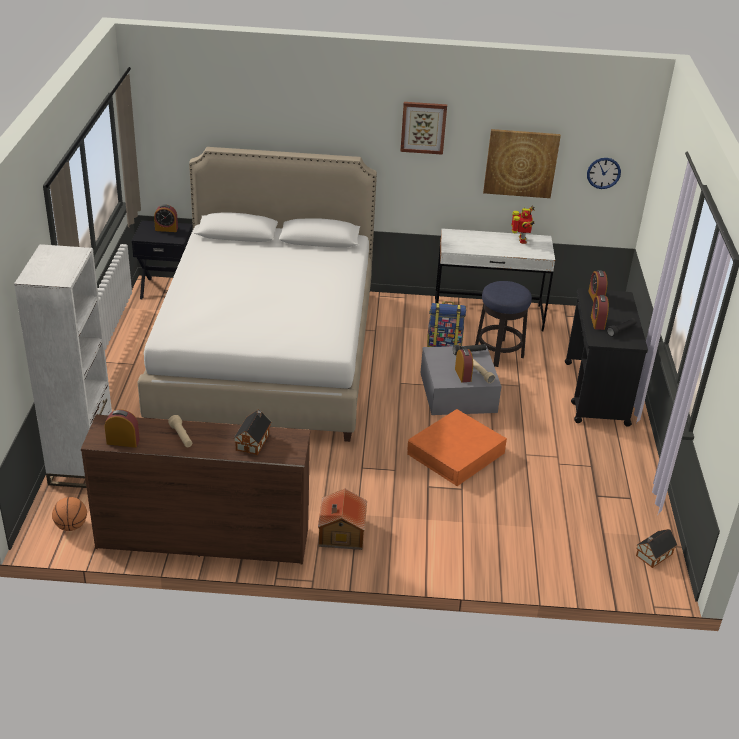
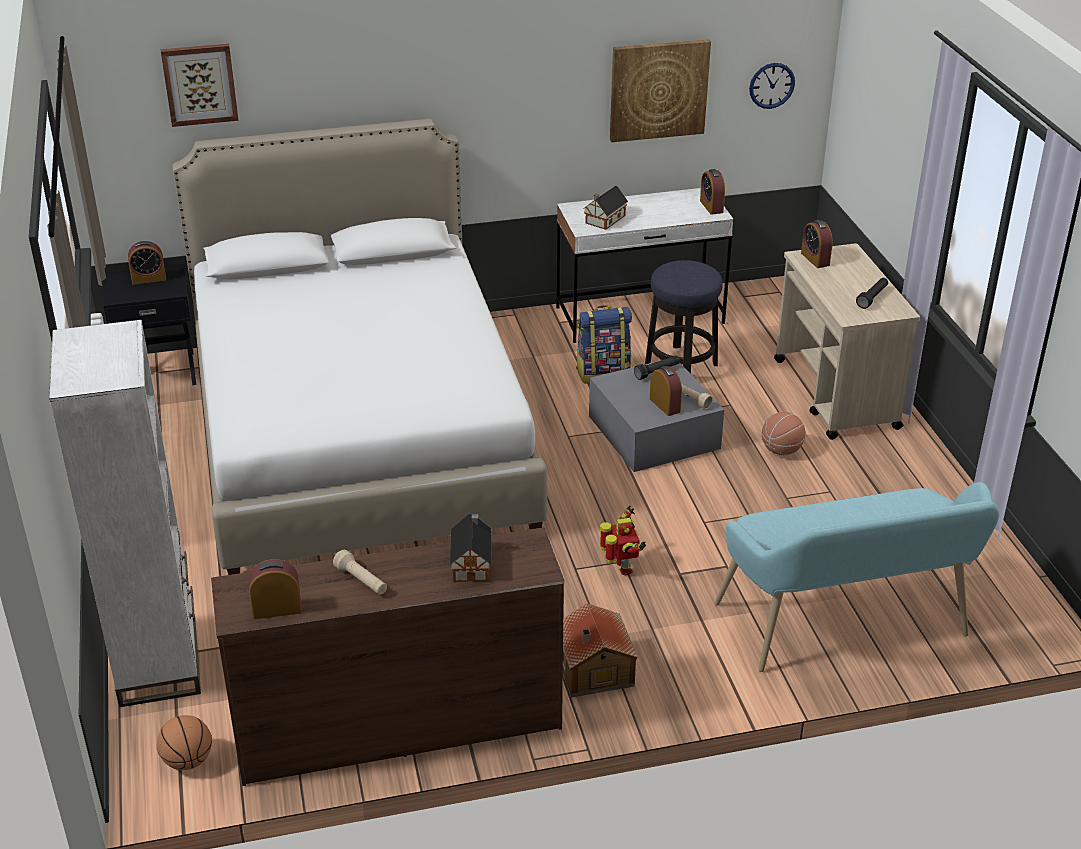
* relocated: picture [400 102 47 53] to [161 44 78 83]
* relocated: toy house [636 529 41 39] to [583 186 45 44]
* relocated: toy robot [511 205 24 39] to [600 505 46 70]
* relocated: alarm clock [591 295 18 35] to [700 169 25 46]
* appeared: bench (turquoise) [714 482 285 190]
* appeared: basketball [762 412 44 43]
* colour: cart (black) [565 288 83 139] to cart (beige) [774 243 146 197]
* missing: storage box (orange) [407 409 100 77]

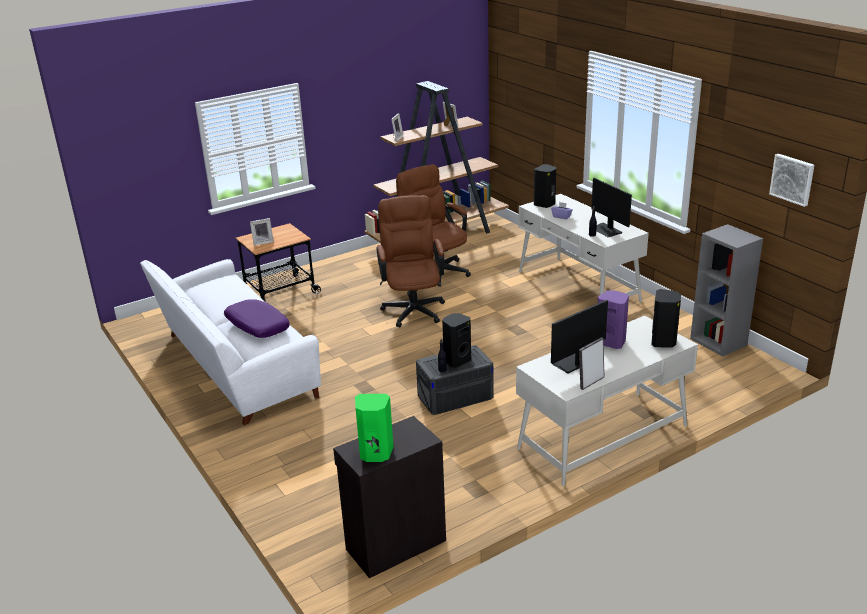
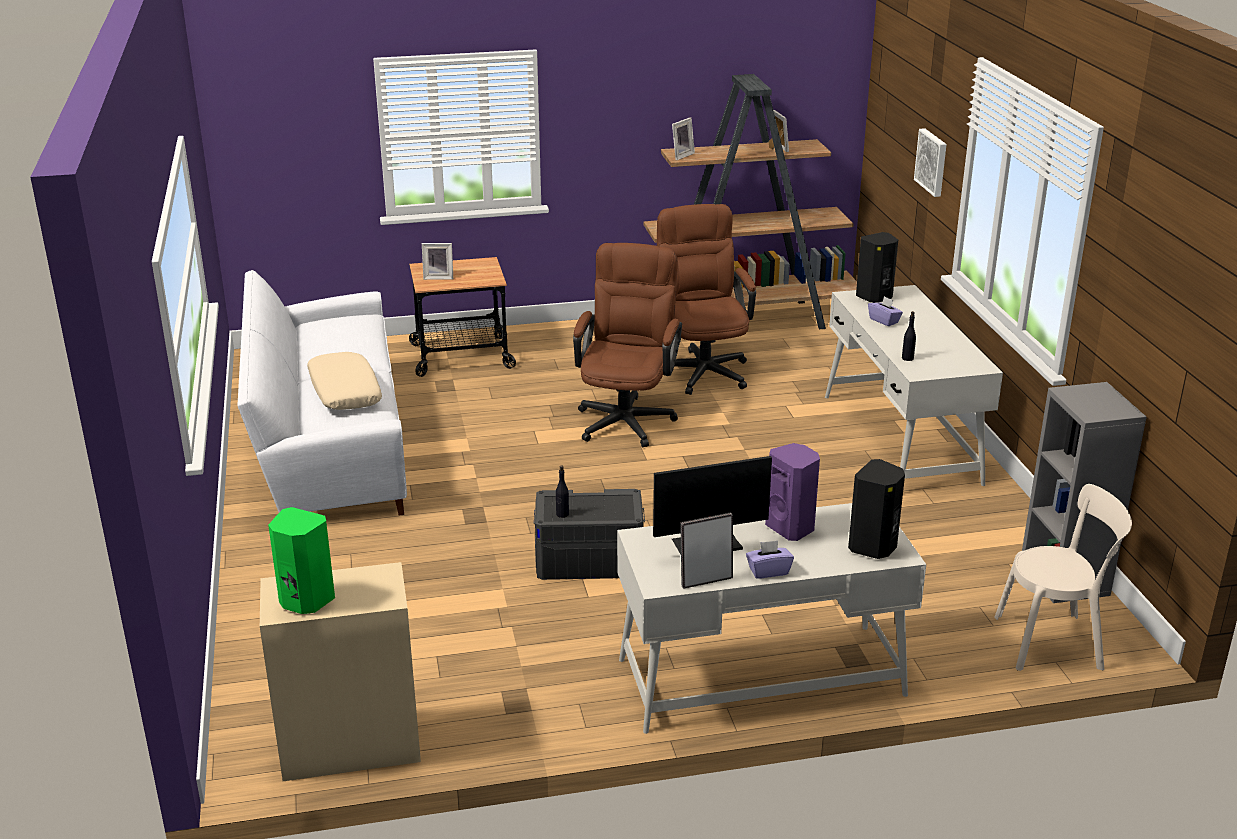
* colour: cabinet (black) [333 416 113 162] to cabinet (beige) [260 562 161 219]
* colour: pillow (purple) [224 299 66 39] to pillow (beige) [307 352 75 58]
* appeared: tissue box (purple) [746 540 48 39]
* relocated: picture [769 154 45 53] to [914 128 33 69]
* appeared: chair (beige) [994 484 138 187]
* missing: speaker (black) [442 313 29 55]
* missing: monitor [591 178 41 59]

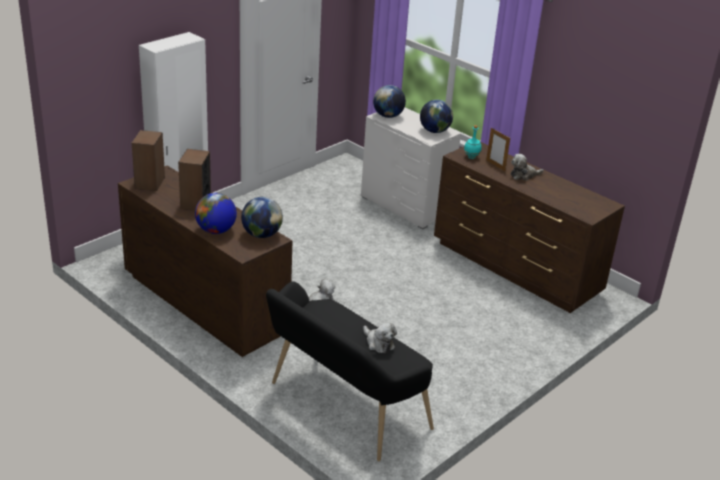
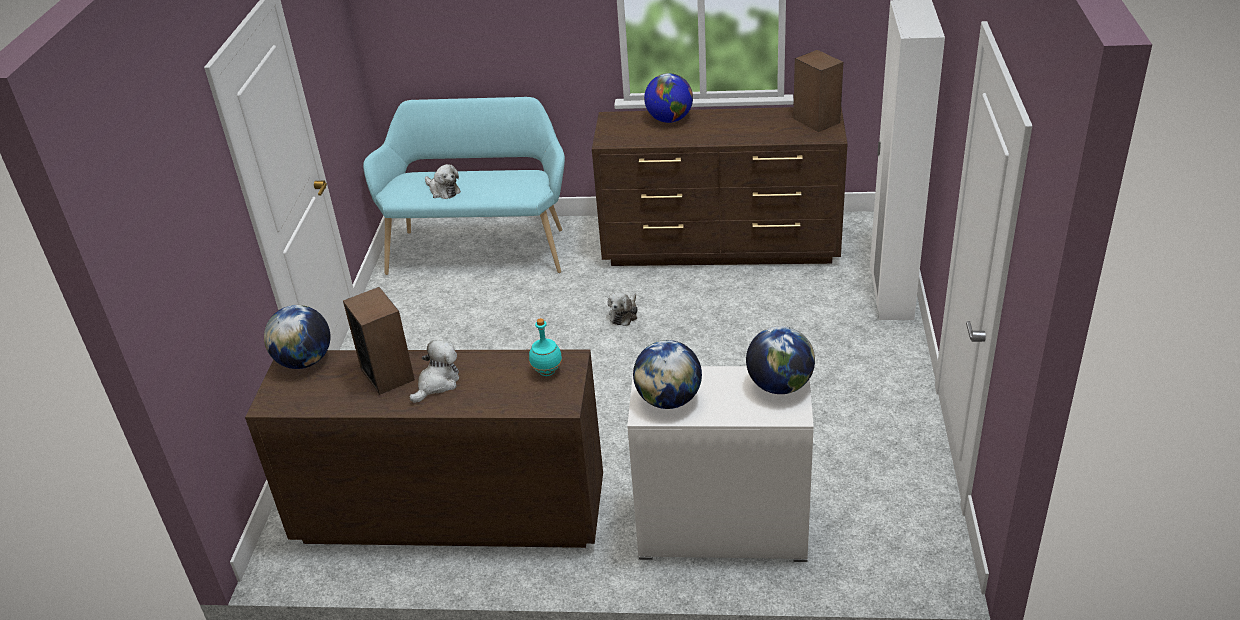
* relocated: globe [241 197 42 41] to [264 305 66 64]
* relocated: speaker [178 149 33 62] to [343 287 72 108]
* colour: bench (black) [266 282 168 179] to bench (turquoise) [363 97 202 178]
* spun: plush toy [363 322 34 31] = [425 164 36 35] 150 degrees counterclockwise
* missing: picture frame [486 128 24 43]

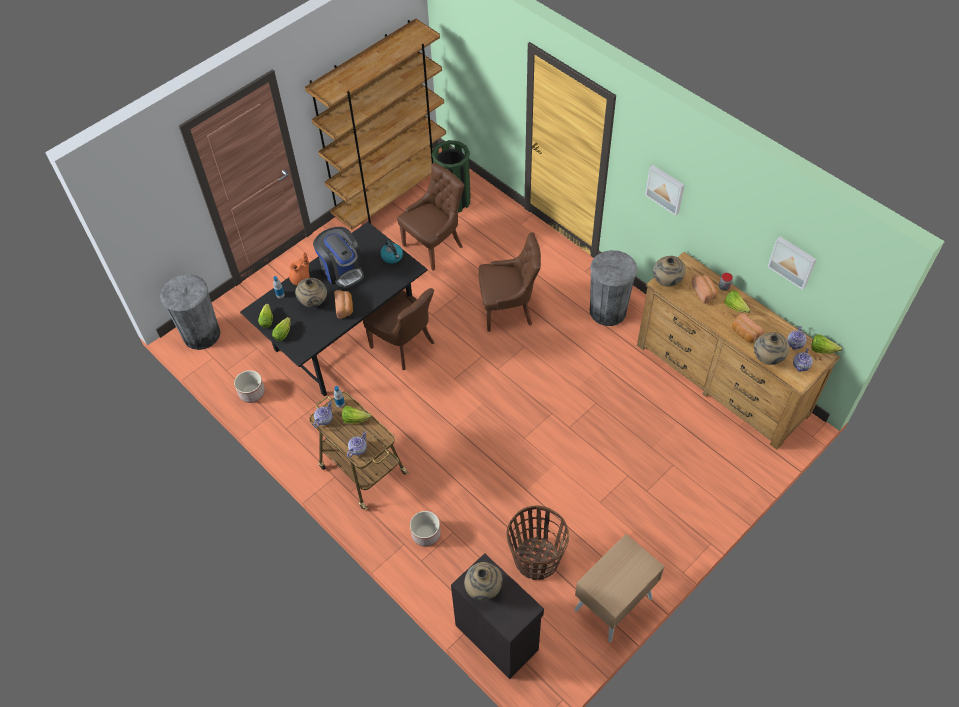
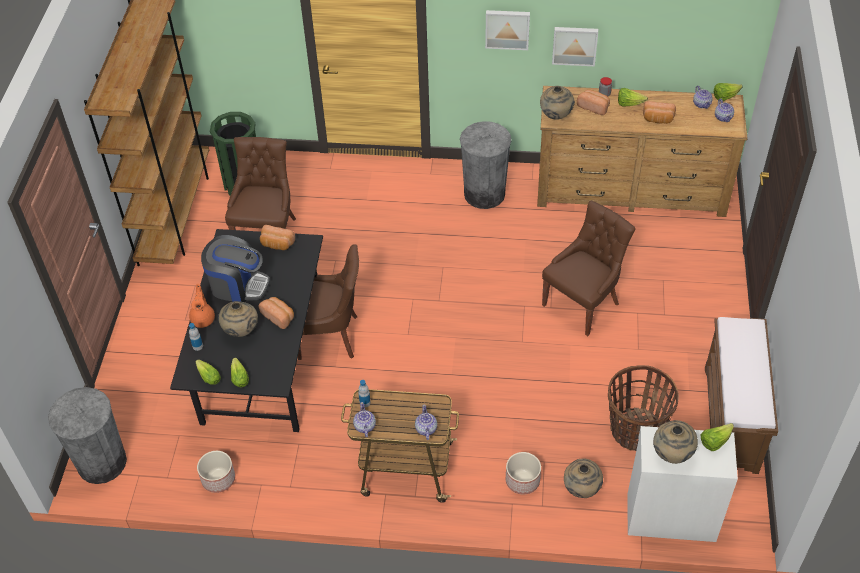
* exchanged: kettle [380 240 23 24] to bread [260 225 35 25]
* relocated: chair (brown) [478 233 63 99] to [542 201 94 135]
* relocated: picture [767 236 49 54] to [552 27 46 39]
* relocated: vase (beige) [754 332 36 33] to [564 459 39 39]
* colour: cabinet (black) [451 553 93 126] to cabinet (white) [627 426 111 116]
* relocated: lettuce [342 406 30 18] to [701 423 33 28]
* exchanged: nightstand (beige) [575 534 90 108] to bench (brown) [705 317 73 157]

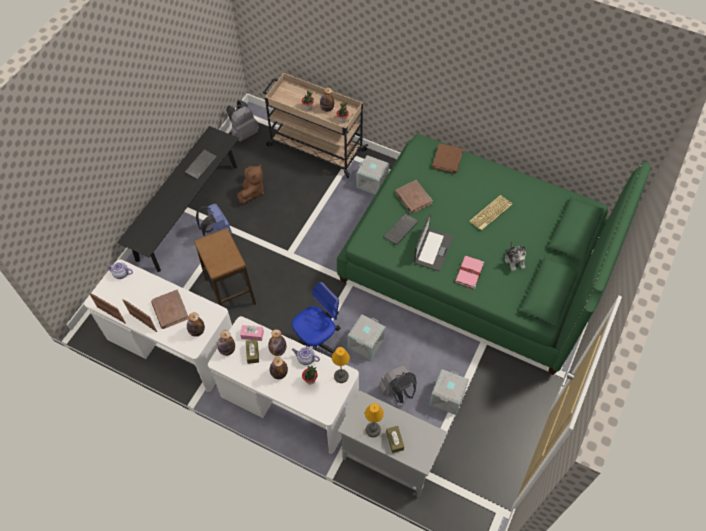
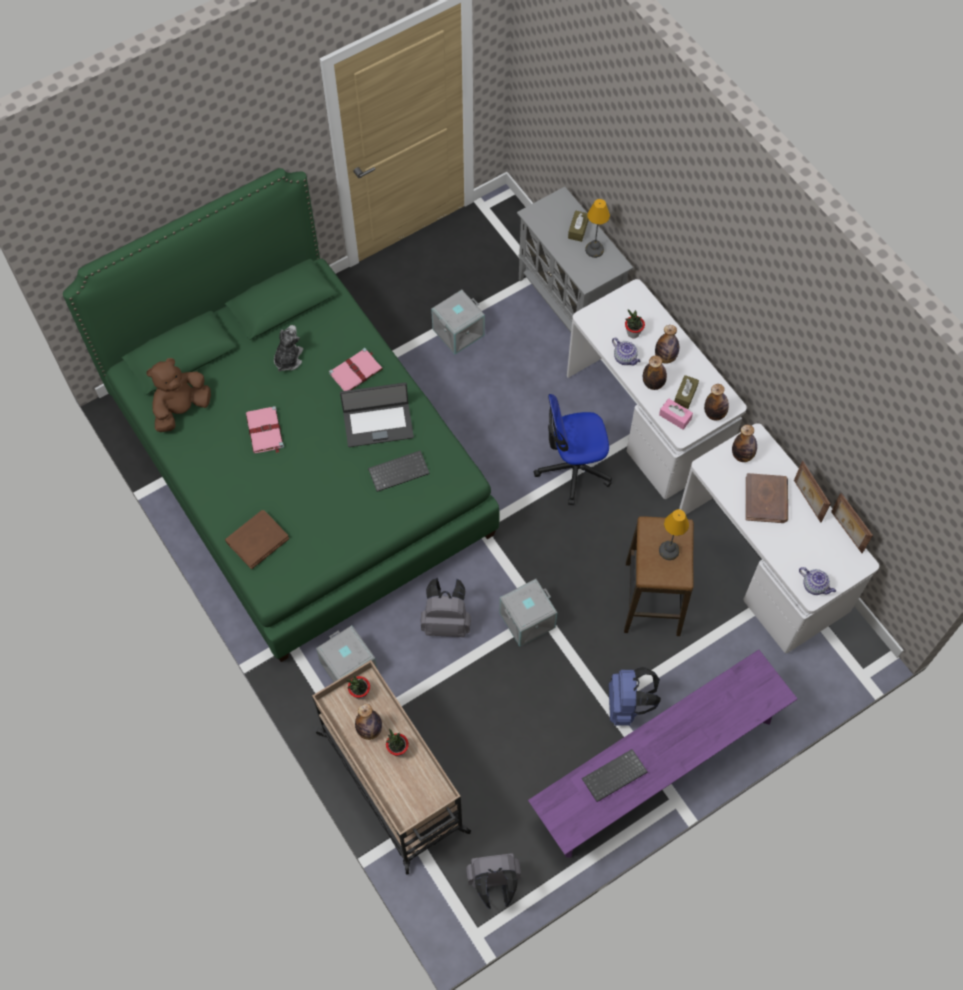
* relocated: plush toy (brown) [237 164 27 39] to [146 358 65 74]
* exchanged: keyboard [469 195 43 35] to book (pink) [246 406 38 47]
* spun: laptop [414 213 39 58] = [340 383 74 64] 150 degrees counterclockwise
* relocated: backpack (grey) [379 364 38 39] to [420 578 51 59]
* relocated: storage box (grey) [347 314 39 46] to [499 579 58 67]
* colour: bench (black) [117 126 122 146] to bench (purple) [528 650 270 208]
* relocated: table lamp [332 347 18 36] to [659 509 30 51]
* missing: book (brown) [395 180 38 34]

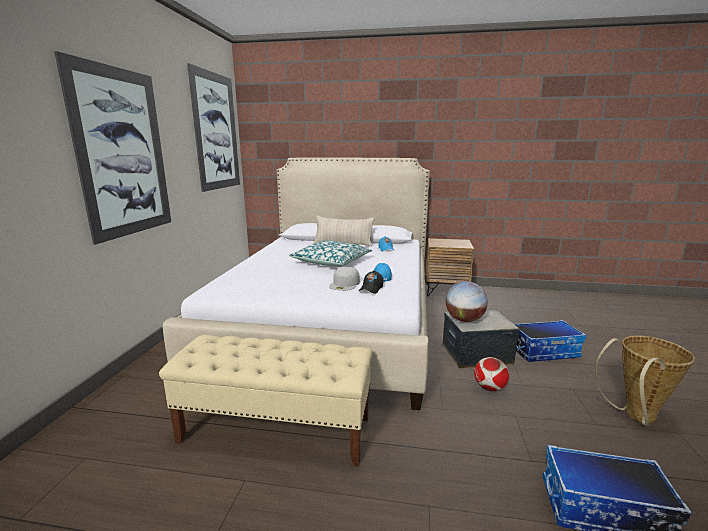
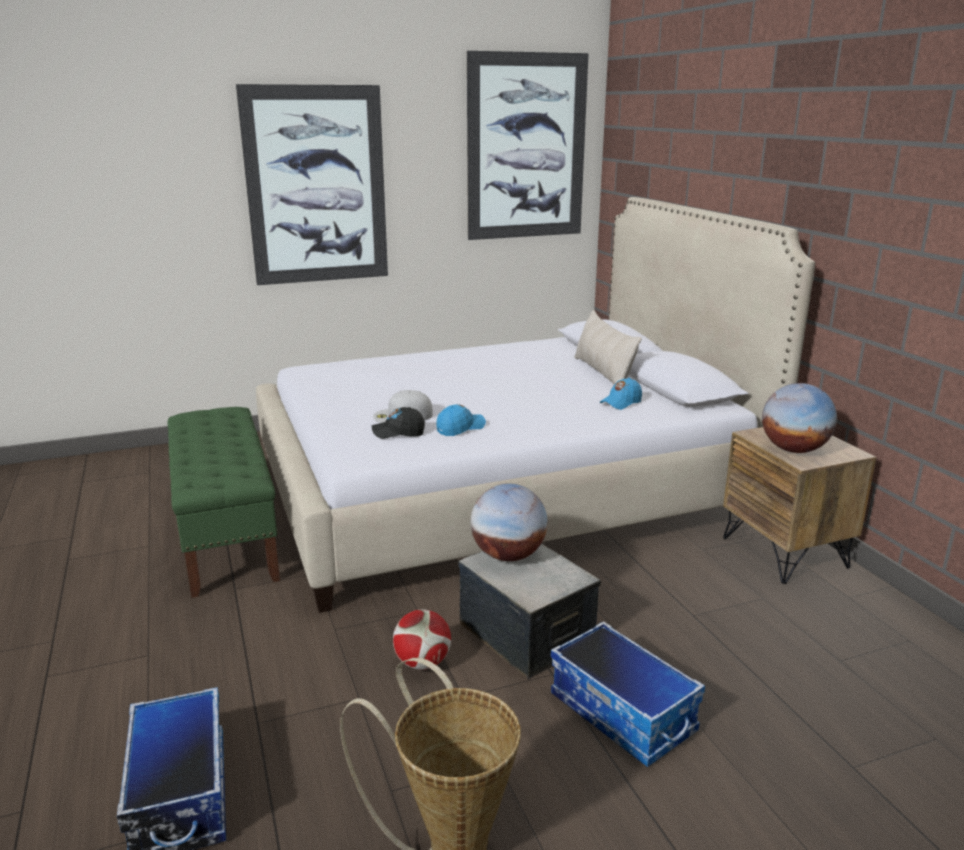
* colour: bench (beige) [159 335 213 132] to bench (green) [168 407 112 191]
* appeared: globe [762 383 75 70]
* missing: pillow [289 241 83 26]

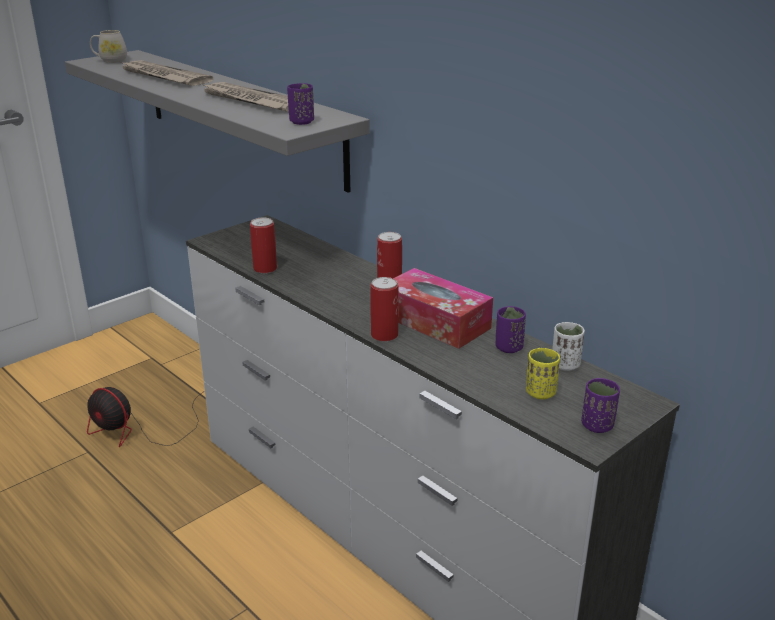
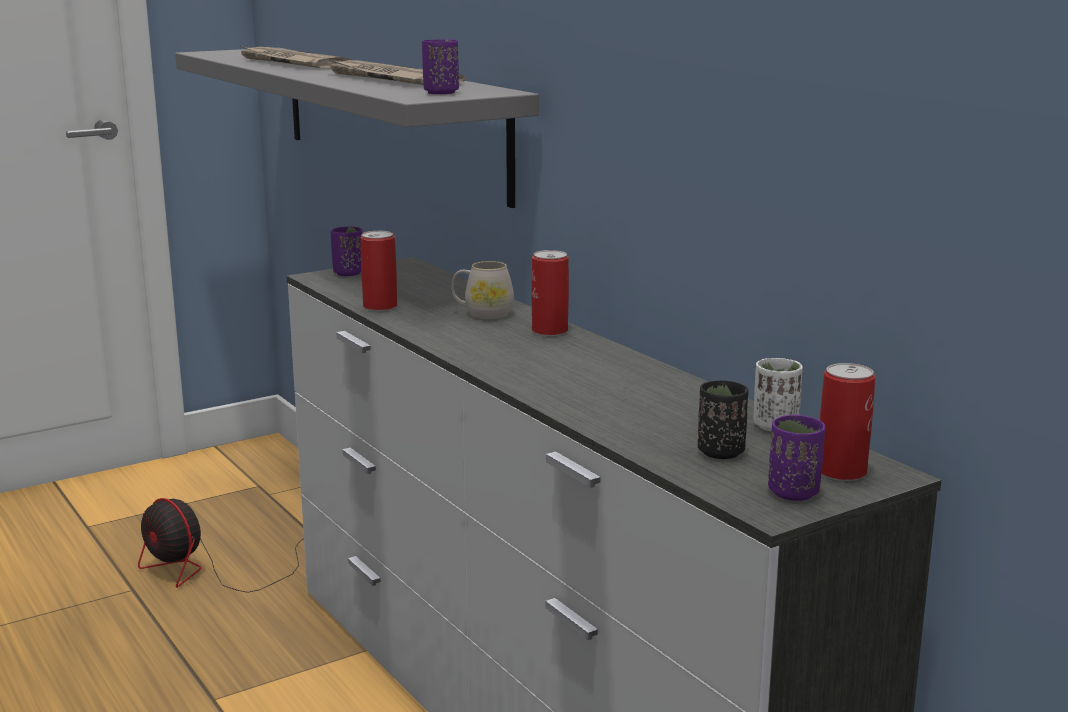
* relocated: cup (purple) [496 306 30 47] to [330 226 32 50]
* relocated: mug (white) [90 30 37 33] to [451 261 63 58]
* colour: cup (yellow) [526 348 34 51] to cup (black) [698 380 51 79]
* relocated: can [370 277 29 65] to [820 363 55 118]
* missing: tissue box [393 268 100 81]

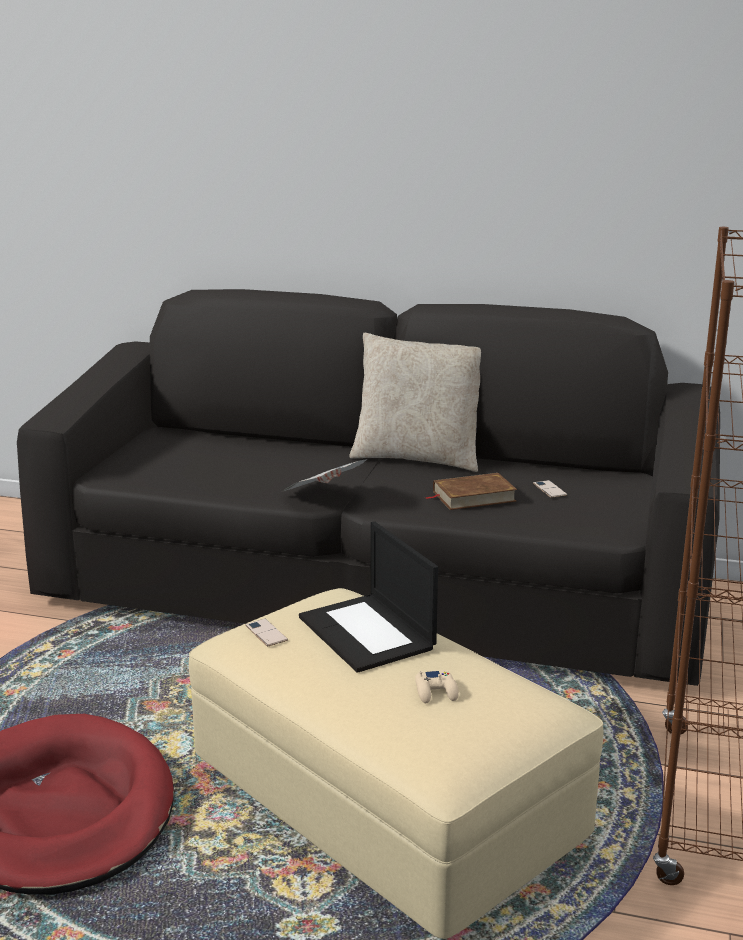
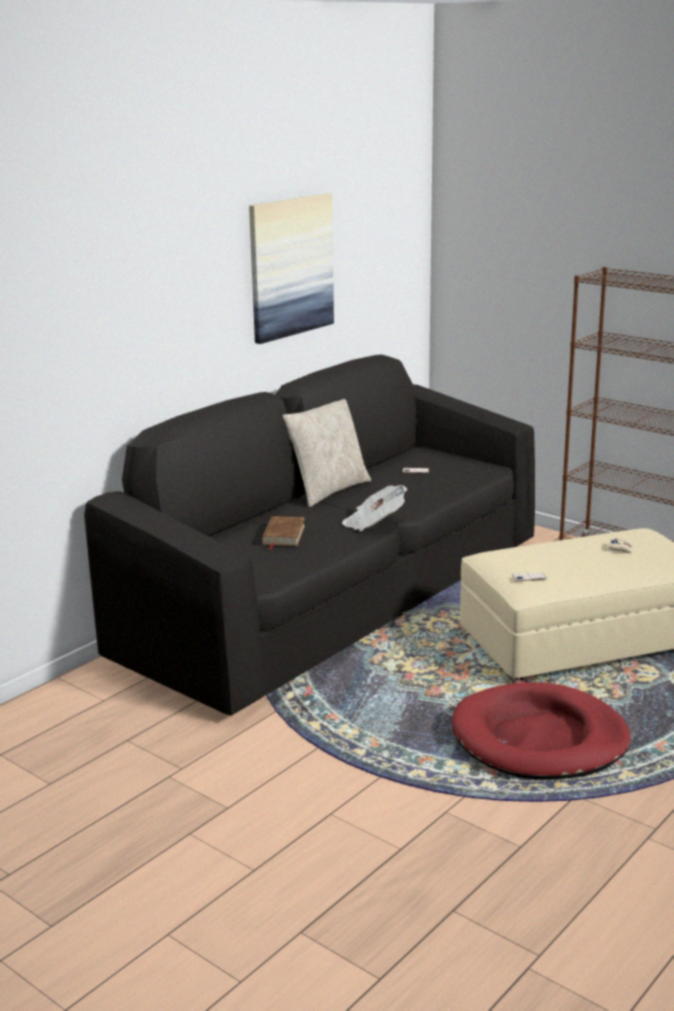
* appeared: picture [249 193 85 151]
* relocated: book (brown) [425 473 92 37] to [262 516 43 34]
* missing: laptop [299 521 139 152]

